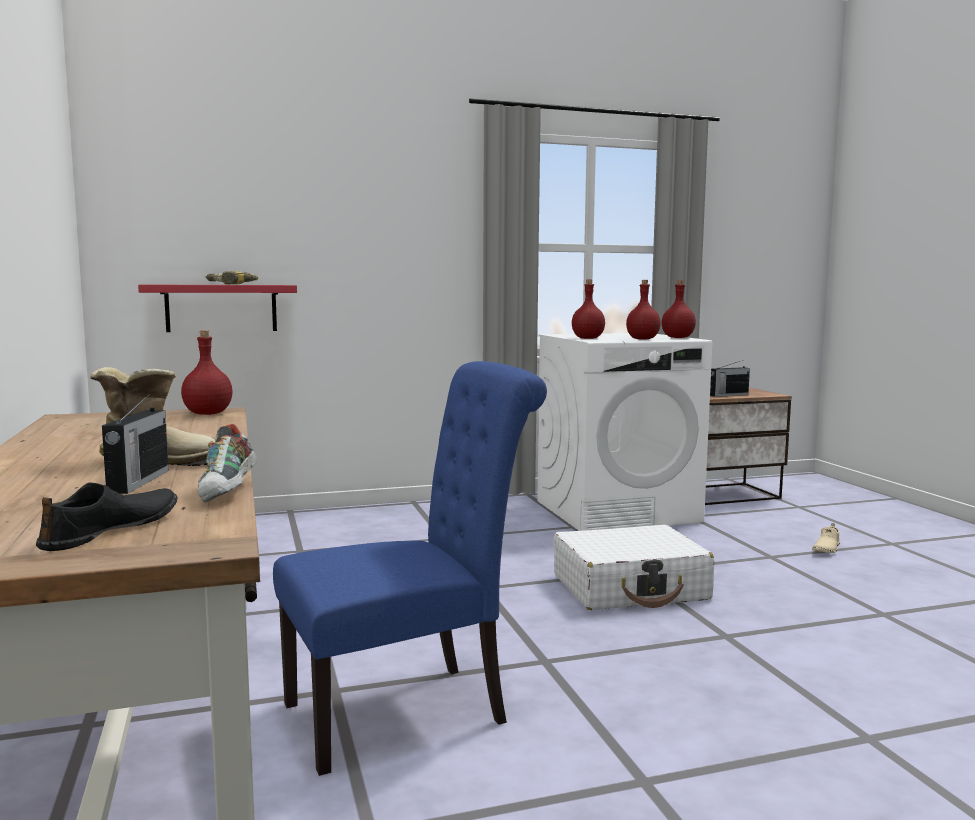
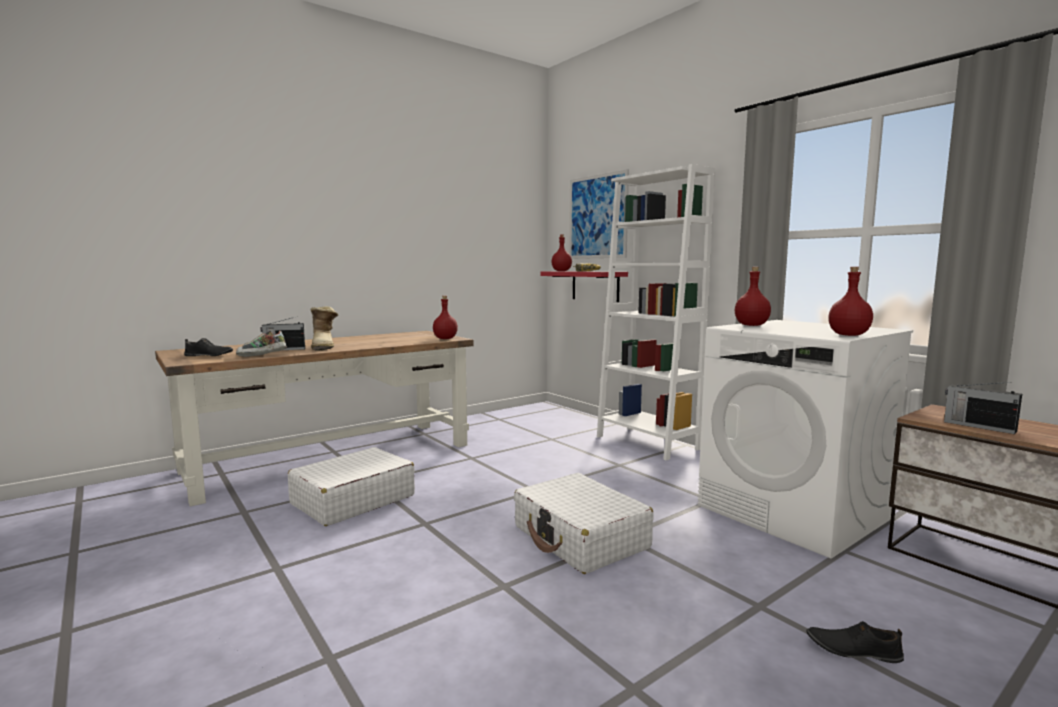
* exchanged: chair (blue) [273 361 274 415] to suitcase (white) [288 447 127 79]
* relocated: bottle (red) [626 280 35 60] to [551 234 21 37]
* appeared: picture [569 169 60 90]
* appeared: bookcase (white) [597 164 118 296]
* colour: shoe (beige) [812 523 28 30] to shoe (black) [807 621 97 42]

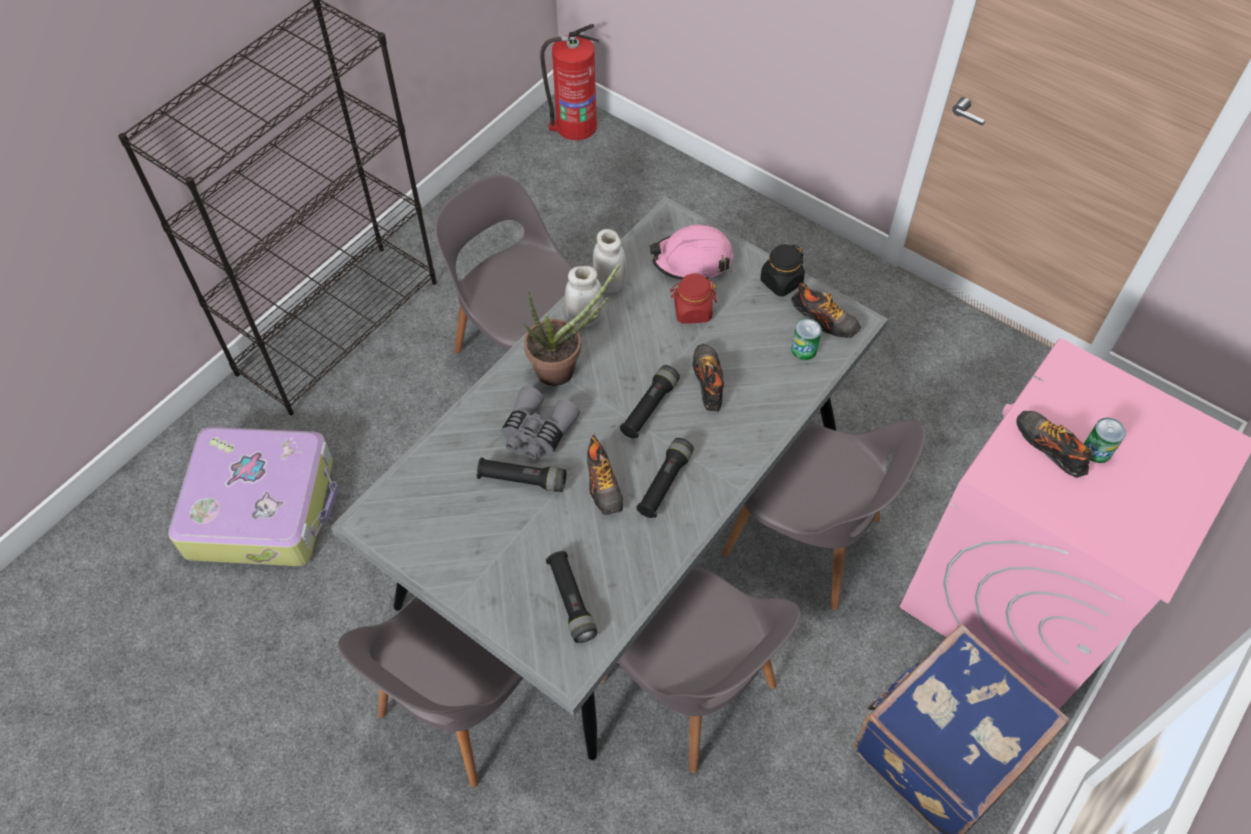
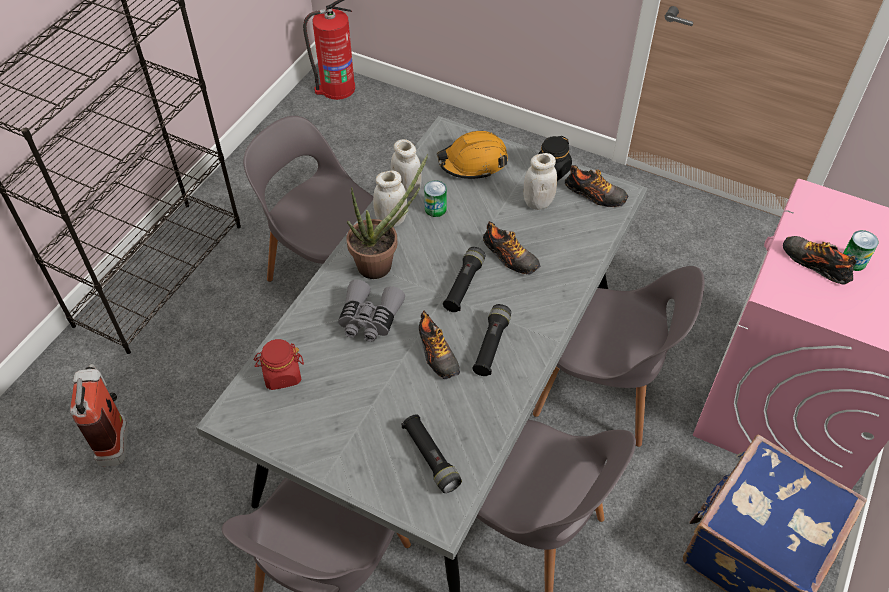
* exchanged: suitcase [168 427 171 139] to fire extinguisher [70 364 58 102]
* relocated: jar (red) [670 273 47 51] to [254 339 50 51]
* relocated: can [791 318 31 42] to [424 180 23 37]
* colour: hard hat (pink) [649 225 84 55] to hard hat (orange) [437 131 71 48]
* spun: shoe [692 344 32 68] = [483 221 57 54] 150 degrees clockwise
* appeared: jar (white) [524 153 33 57]
* missing: flashlight (black) [477 458 89 34]

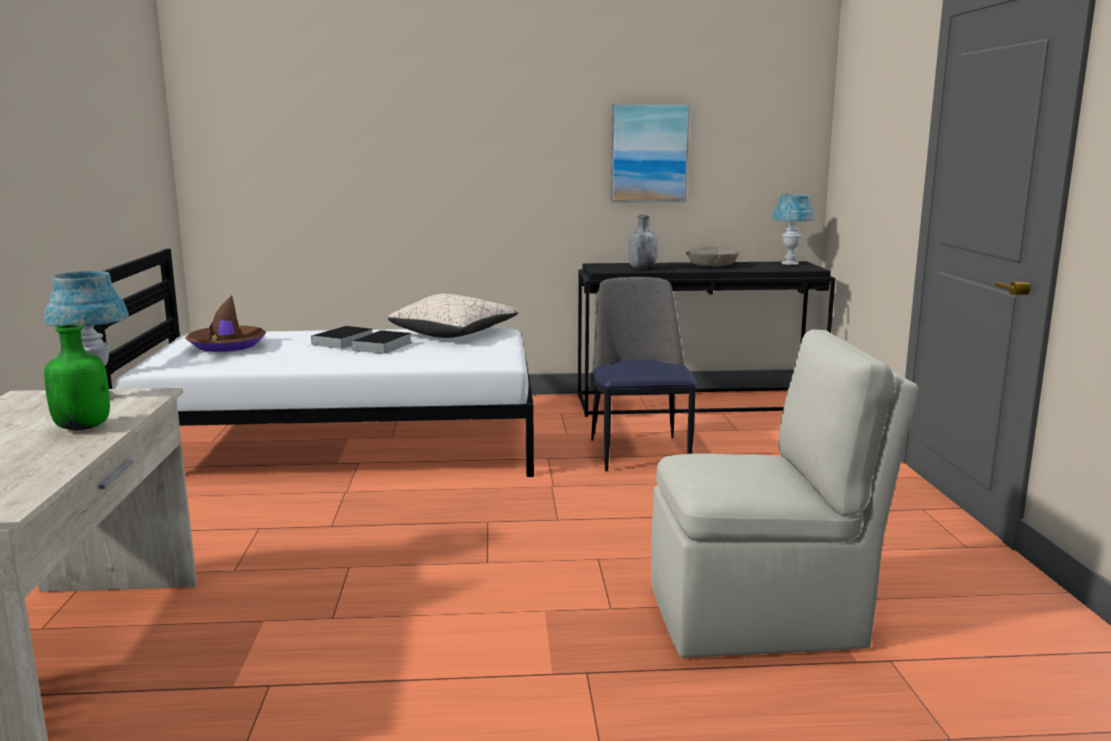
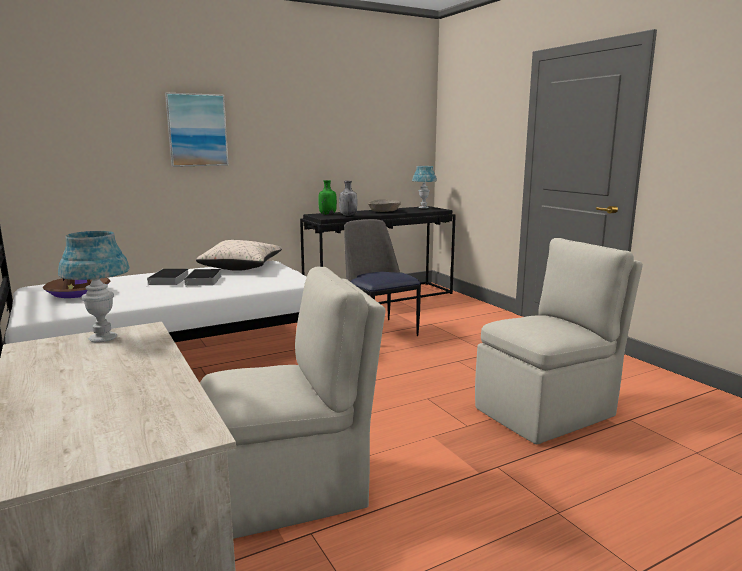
* relocated: picture [611 104 79 98] to [165 92 63 75]
* appeared: chair (beige) [200 267 186 272]
* relocated: bottle (green) [44 324 66 106] to [318 180 19 35]

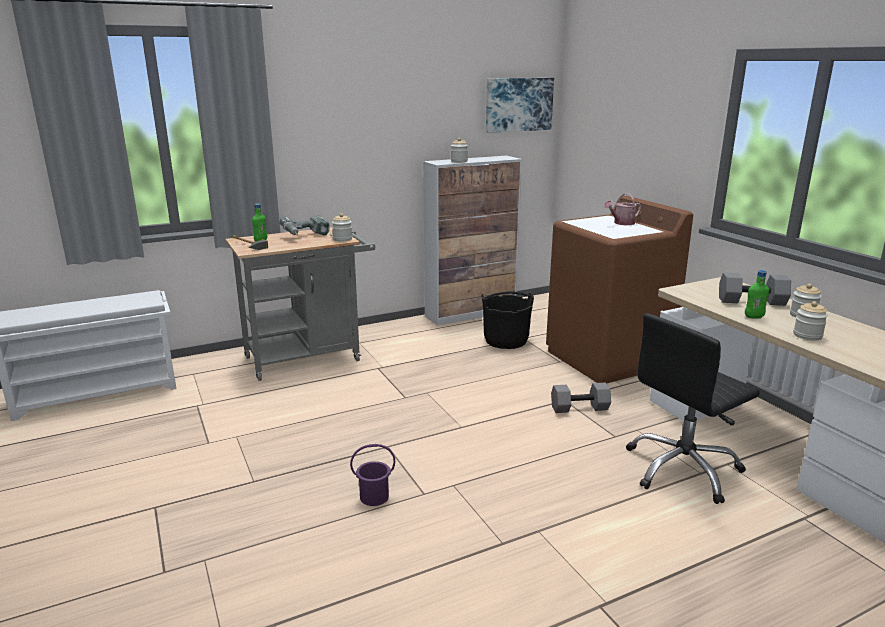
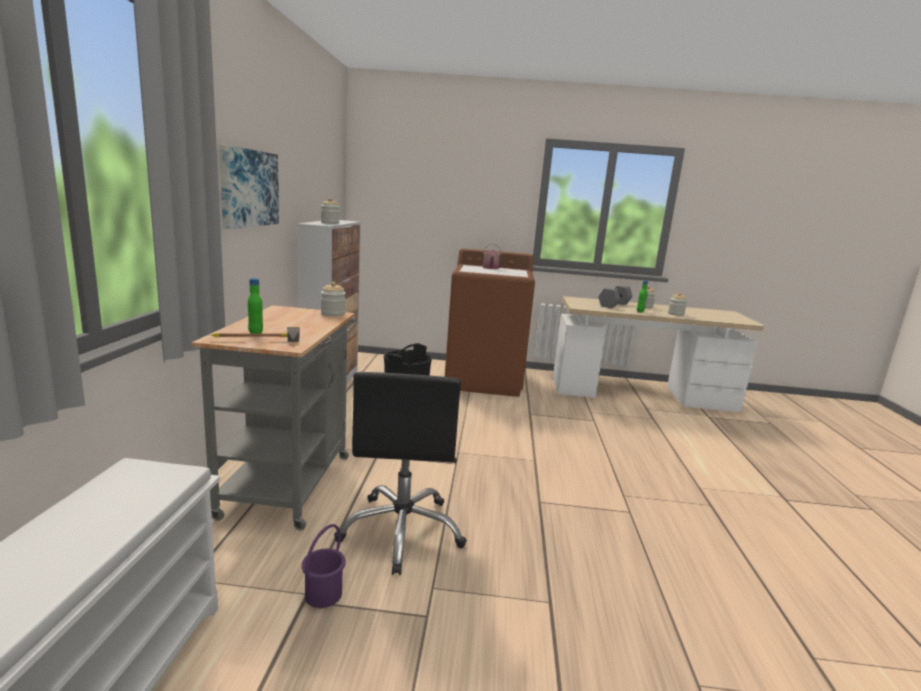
* relocated: picture [486 78 68 55] to [219 144 60 85]
* relocated: bucket (purple) [350 444 45 62] to [302 524 44 84]
* relocated: office chair (black) [626 313 134 191] to [334 372 133 203]
* missing: power drill [280 215 52 21]
* missing: dumbbell (grey) [551 383 60 30]

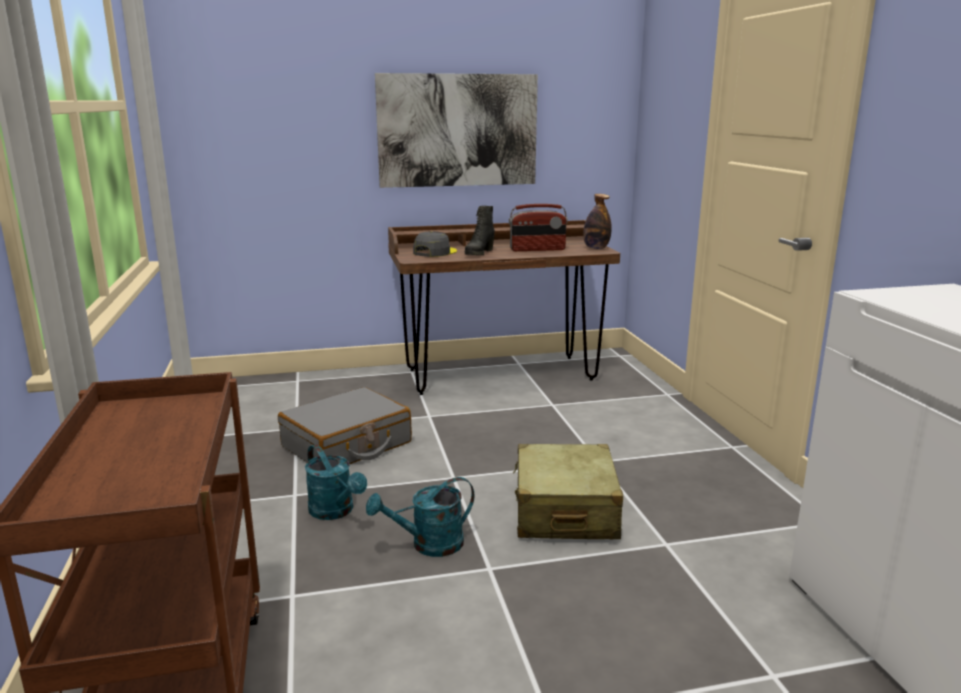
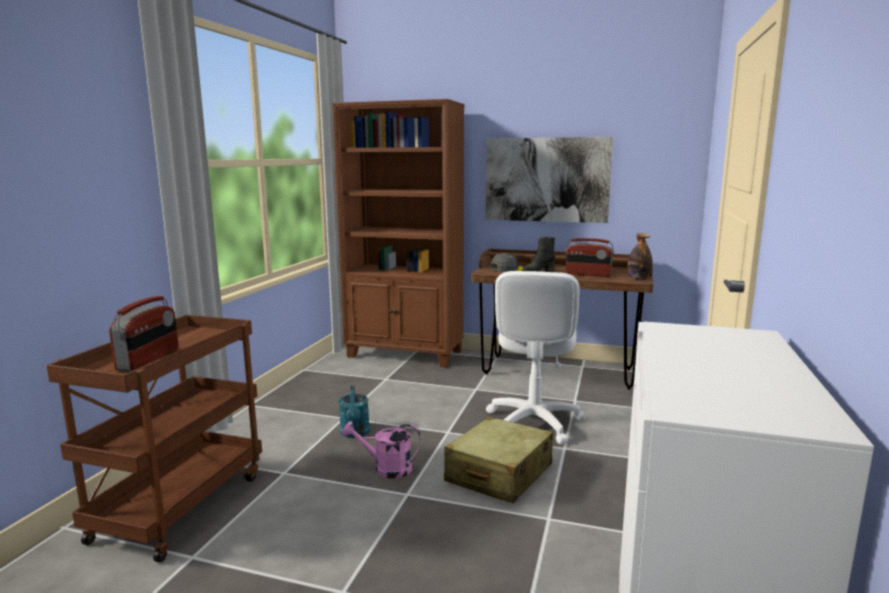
* appeared: radio [109 296 69 75]
* appeared: bookcase (brown) [332 99 132 269]
* colour: watering can (turquoise) [366 477 108 80] to watering can (pink) [342 421 79 57]
* appeared: office chair (white) [486 271 100 173]
* missing: suitcase (grey) [278 387 134 77]

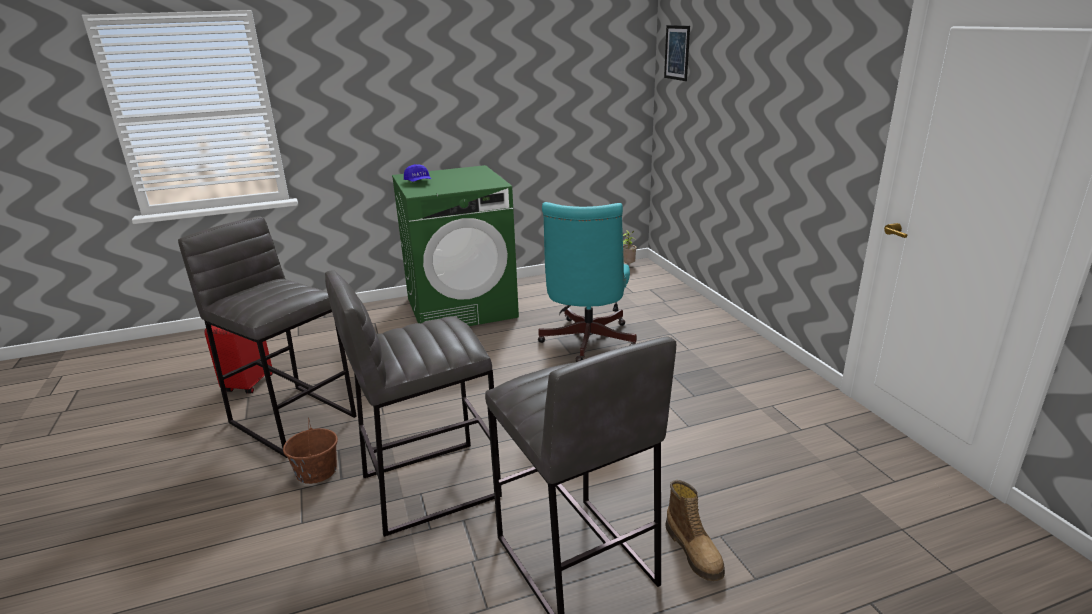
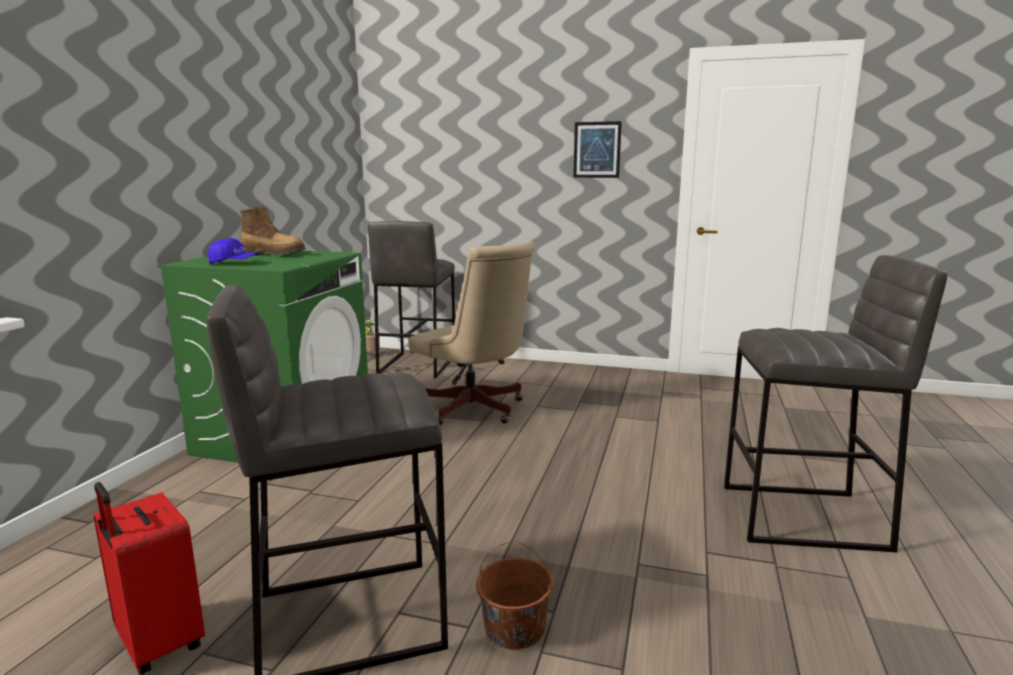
* relocated: boot [665 480 60 101] to [240 206 66 50]
* relocated: stool (grey) [325 270 177 267] to [368 221 87 157]
* colour: office chair (turquoise) [538 202 99 160] to office chair (beige) [409 240 126 185]
* relocated: picture [664 25 26 56] to [573 121 49 57]

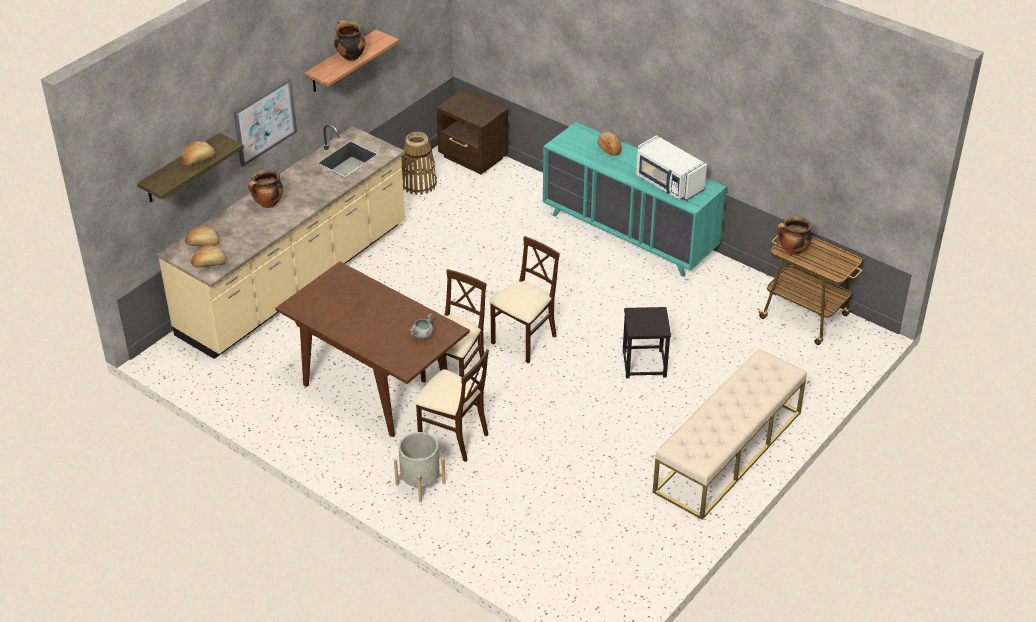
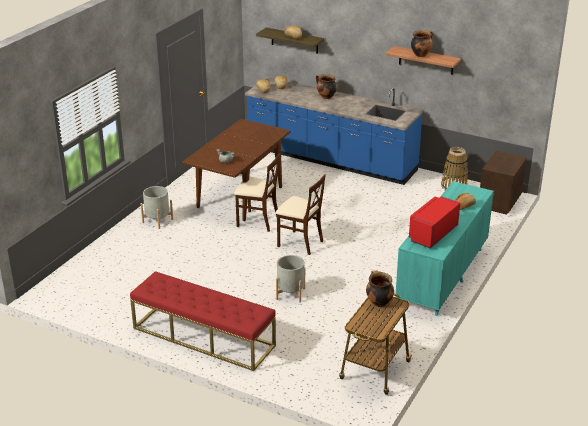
* colour: bench (beige) [653 348 154 172] to bench (red) [130 271 146 100]
* colour: counter (beige) [157 124 248 235] to counter (blue) [245 77 178 108]
* exchanged: stool (black) [623 307 48 71] to planter (grey) [276 255 29 48]
* colour: microwave (white) [636 135 71 66] to microwave (red) [409 196 51 52]
* missing: picture [233 77 64 90]
* missing: chair (beige) [414 349 75 113]

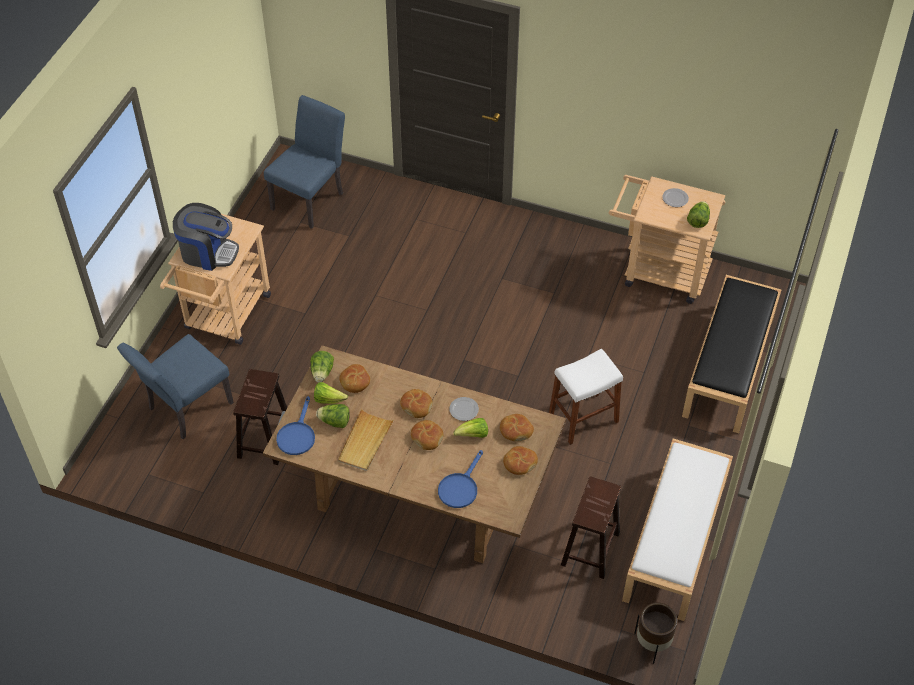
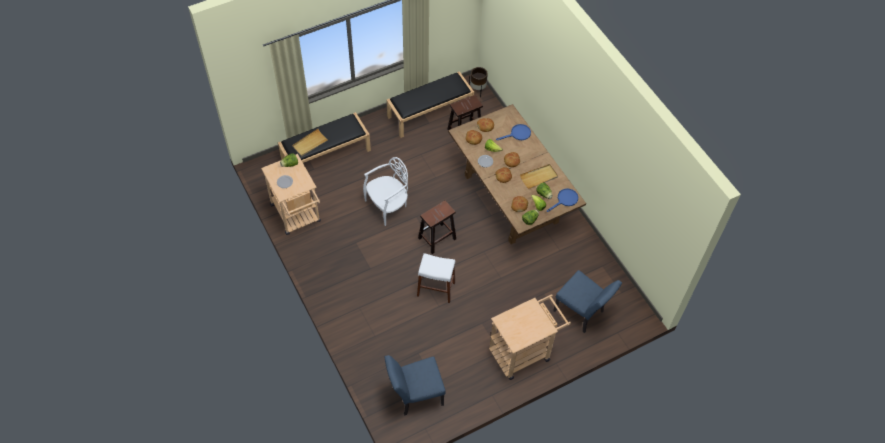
* appeared: tray (beige) [292 129 36 27]
* appeared: chair (white) [363 157 45 69]
* colour: bench (white) [622 438 111 183] to bench (black) [386 71 88 67]
* relocated: stool (white) [549 349 74 96] to [417 253 38 50]
* relocated: stool (brown) [233 369 54 96] to [418 200 38 54]
* spun: chair (blue) [117 334 117 105] = [553 270 69 63] 45 degrees clockwise
* missing: coffee machine [173 203 66 68]

